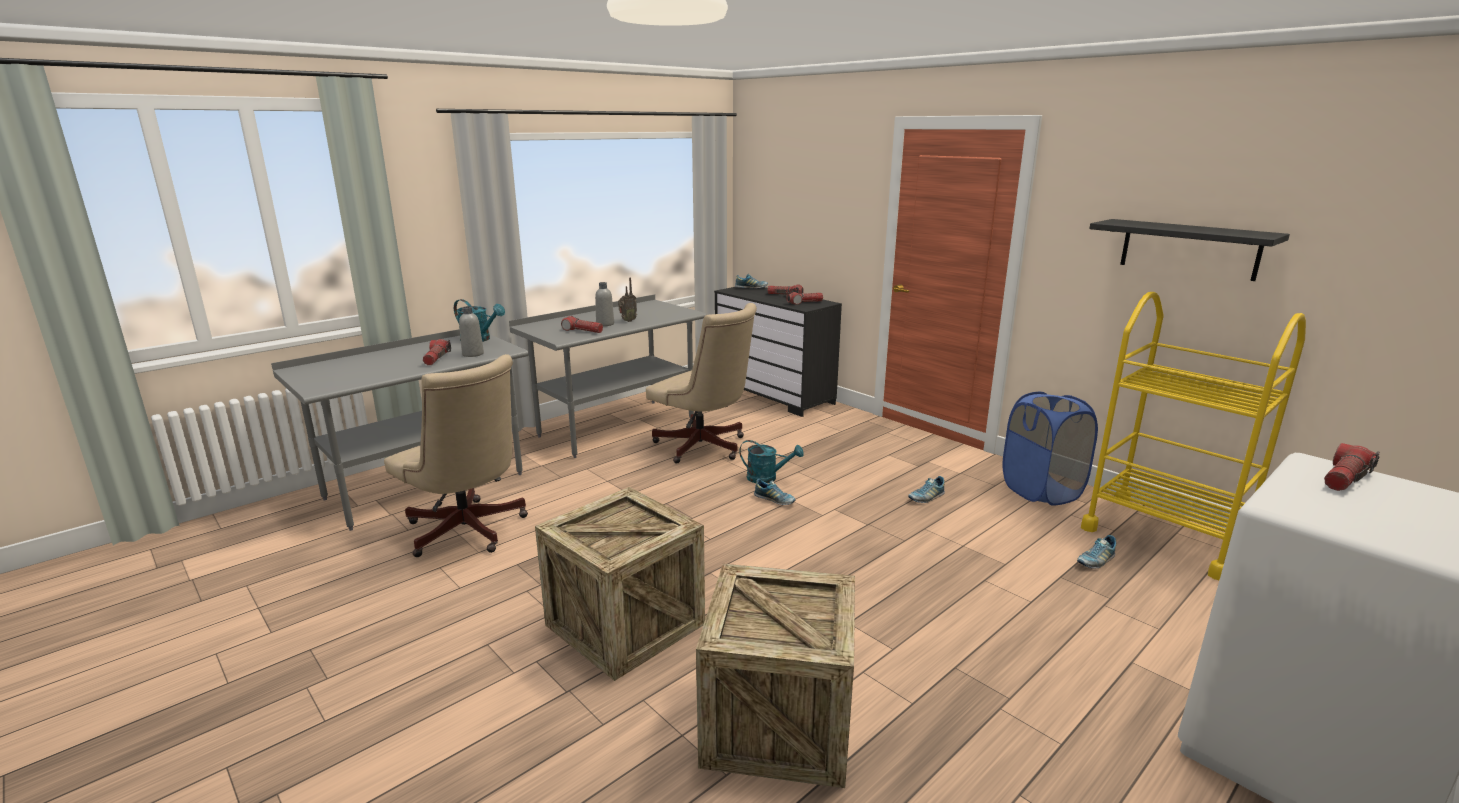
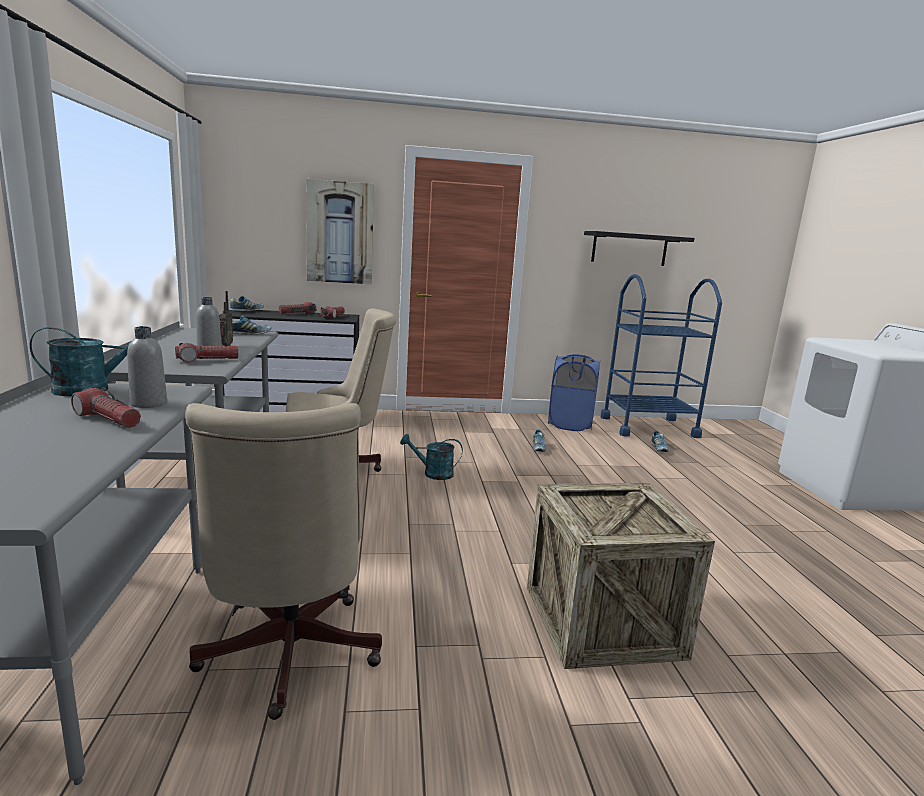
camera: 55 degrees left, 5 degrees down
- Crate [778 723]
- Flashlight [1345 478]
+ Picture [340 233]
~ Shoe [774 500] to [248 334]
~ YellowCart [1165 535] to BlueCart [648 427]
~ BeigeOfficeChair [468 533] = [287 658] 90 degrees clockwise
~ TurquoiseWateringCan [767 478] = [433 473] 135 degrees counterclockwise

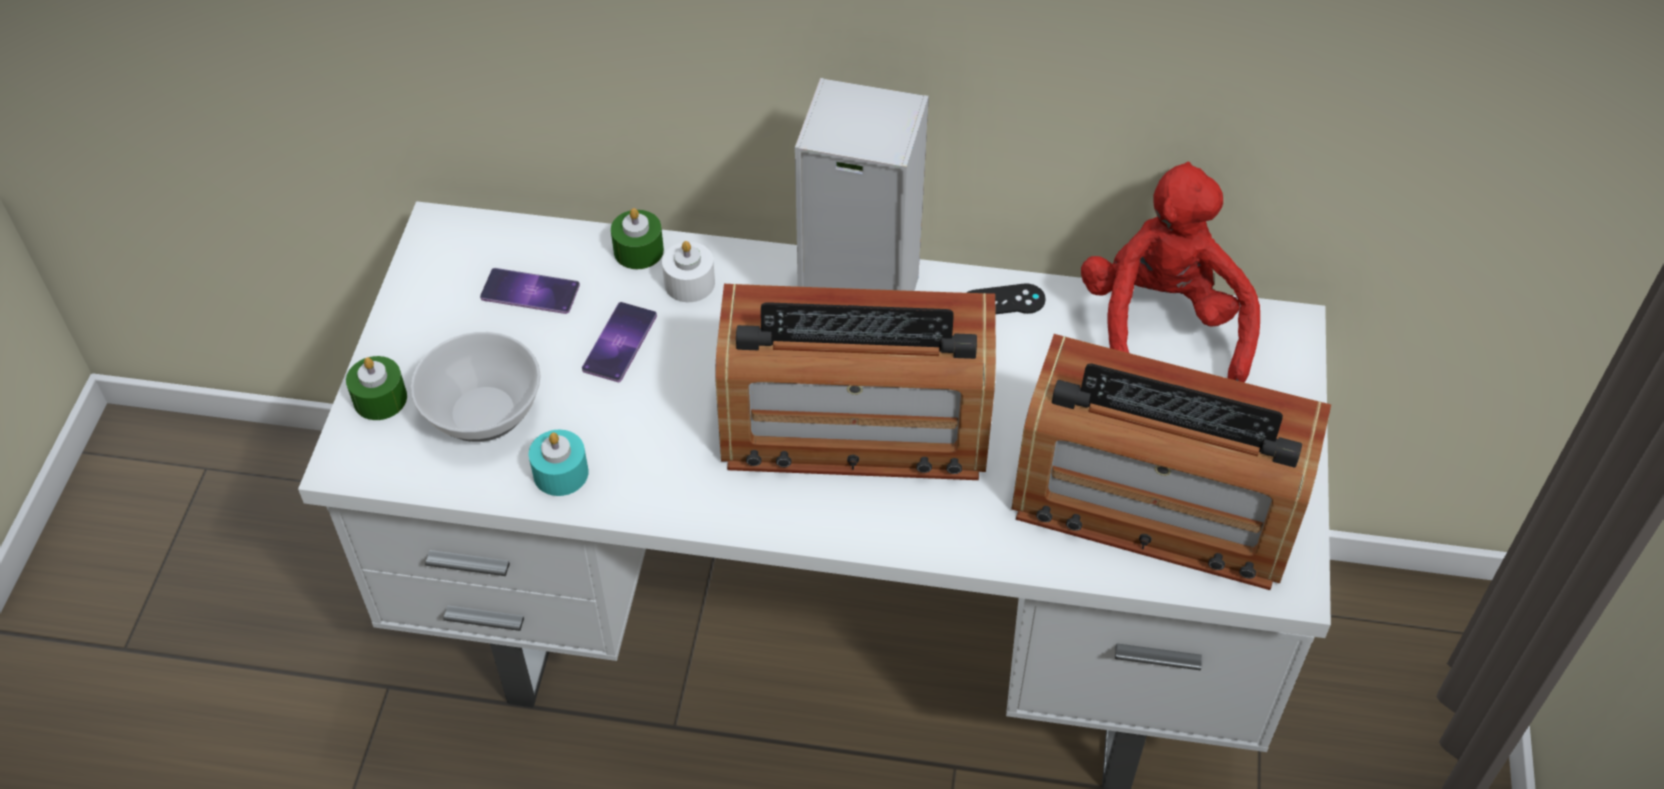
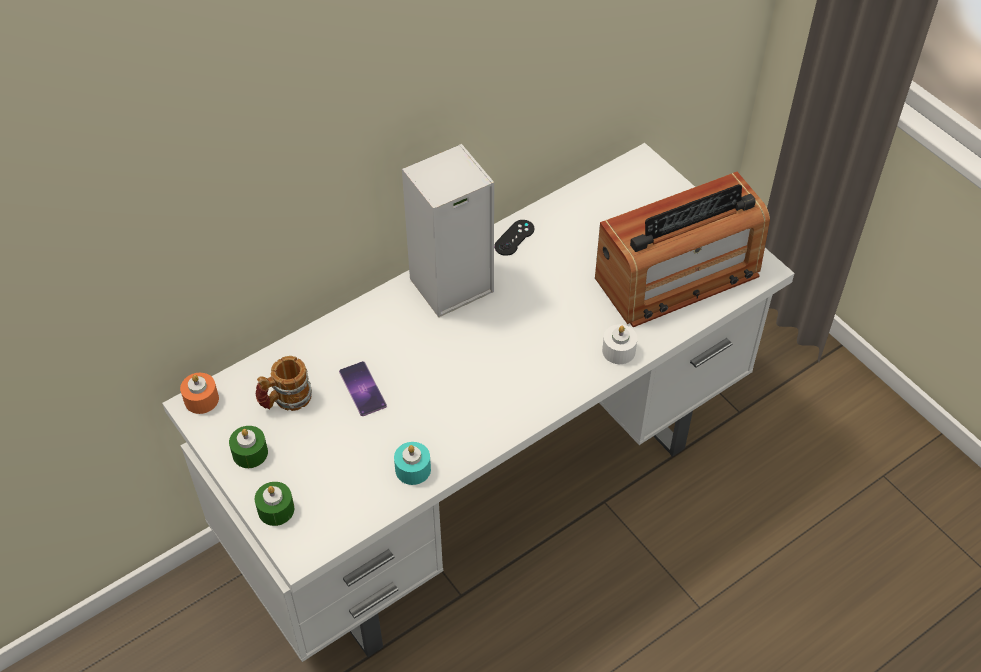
camera: 45 degrees left, 0 degrees up
- Bowl [484 411]
- Radio [855 425]
- RedPlushToy [1161 327]
+ OrangeCandle [201 399]
~ GreenCandle [638 250] to [250 453]
~ WhiteCandle [689 283] to [618 351]
~ Phone [530 291] to Mug [285 400]

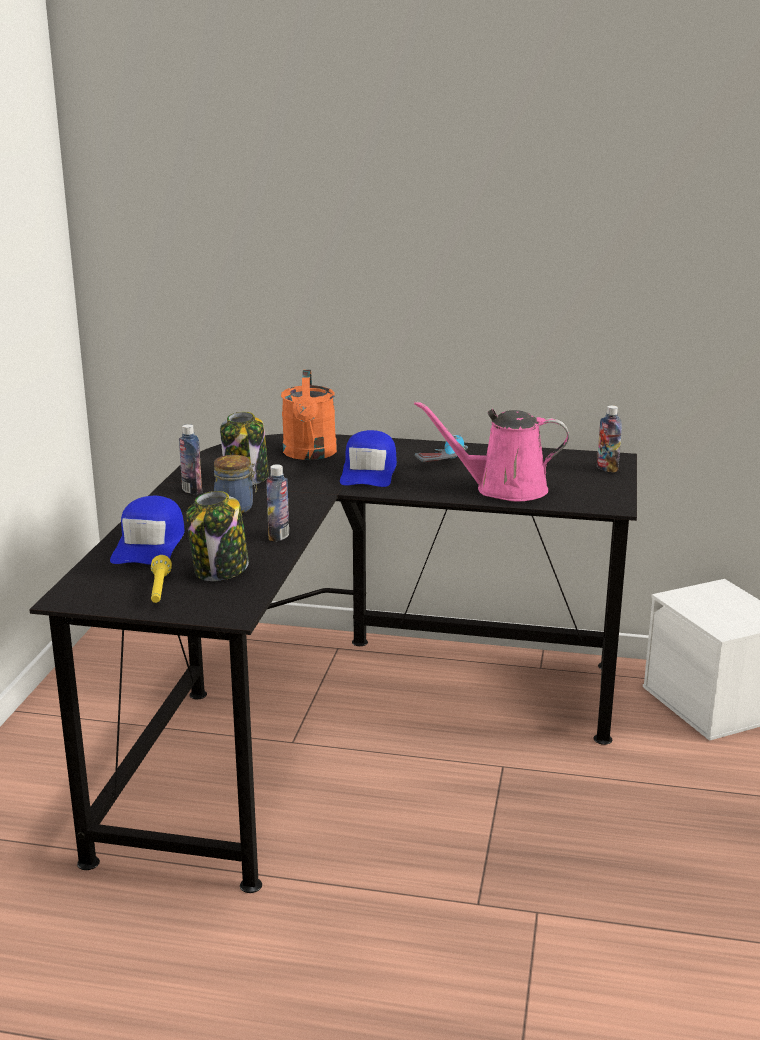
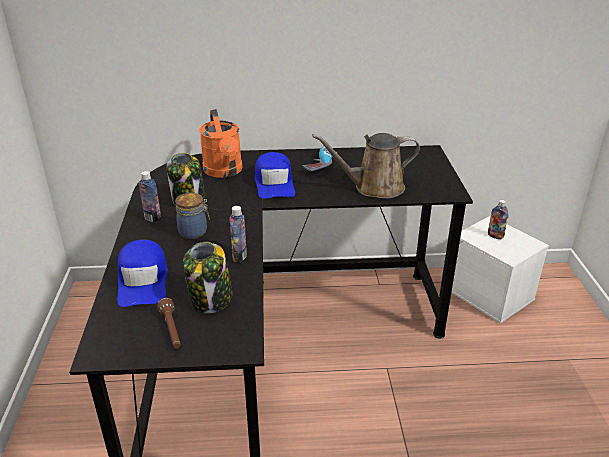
camera: 15 degrees left, 10 degrees up
~ Bottle [607 468] to [495 236]
~ YellowFlashlight [159 590] to BrownFlashlight [171 330]
~ PinkWateringCan [503 489] to BrownWateringCan [374 188]

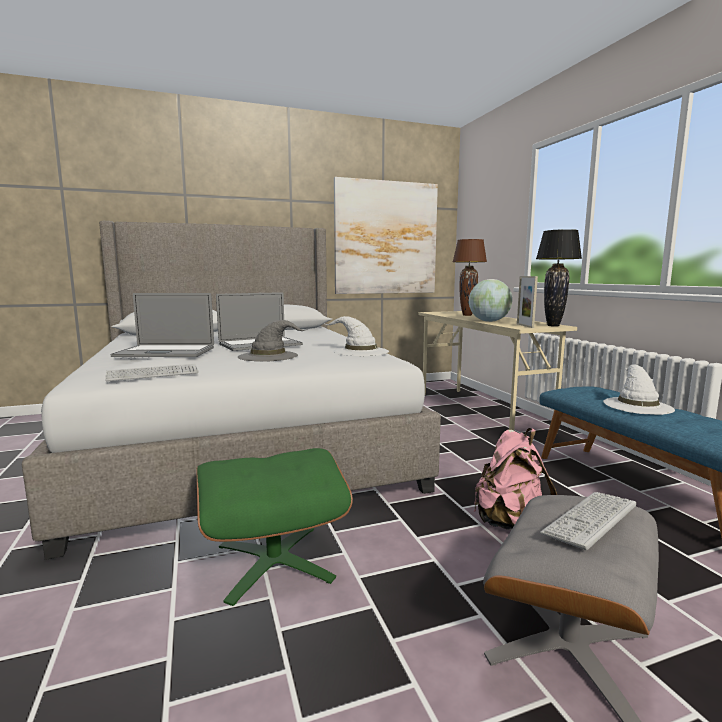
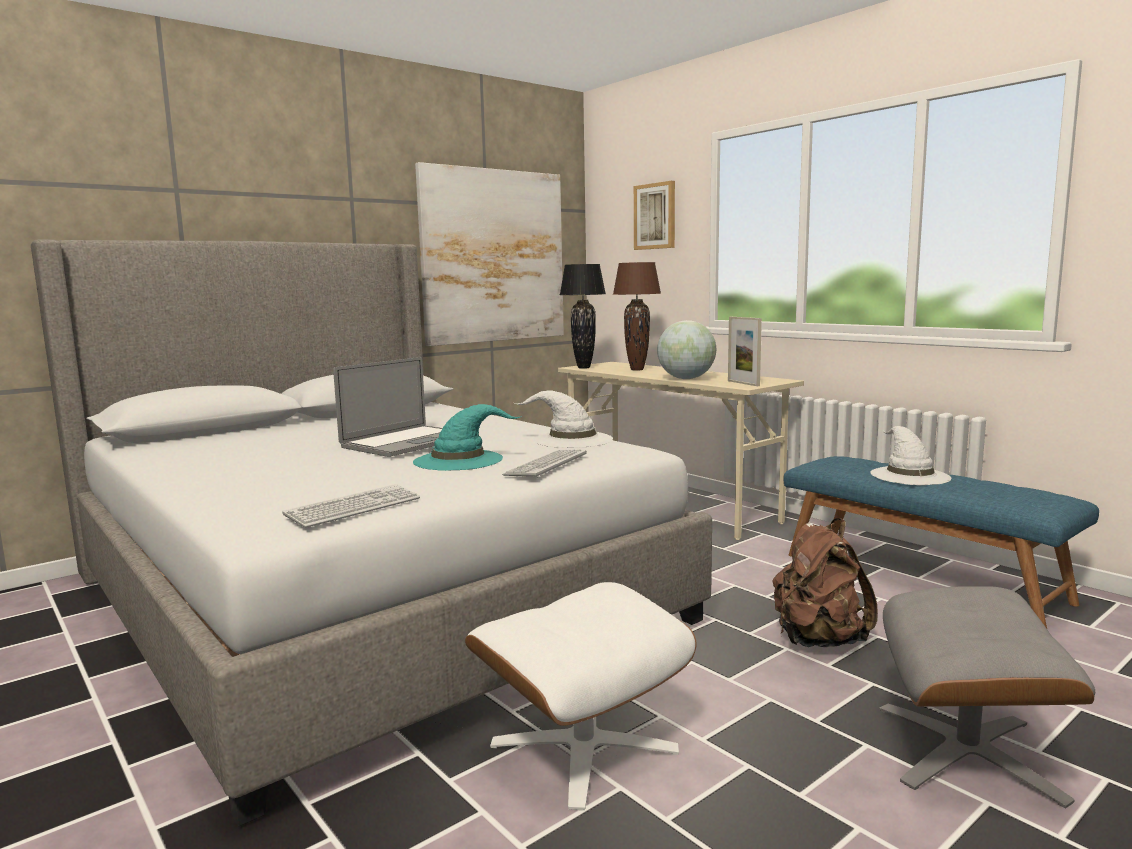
camera: 20 degrees left, 0 degrees up
- Laptop [165 352]
+ Picture [655 216]
~ BlackTableLamp [553 326] to [584 368]
~ Keyboard [590 520] to [546 465]
~ GreenOttoman [274 561] to WhiteOttoman [583 746]
~ GreyHat [269 356] to TurquoiseHat [460 460]
~ PinkBackpack [510 523] to BrownBackpack [818 640]

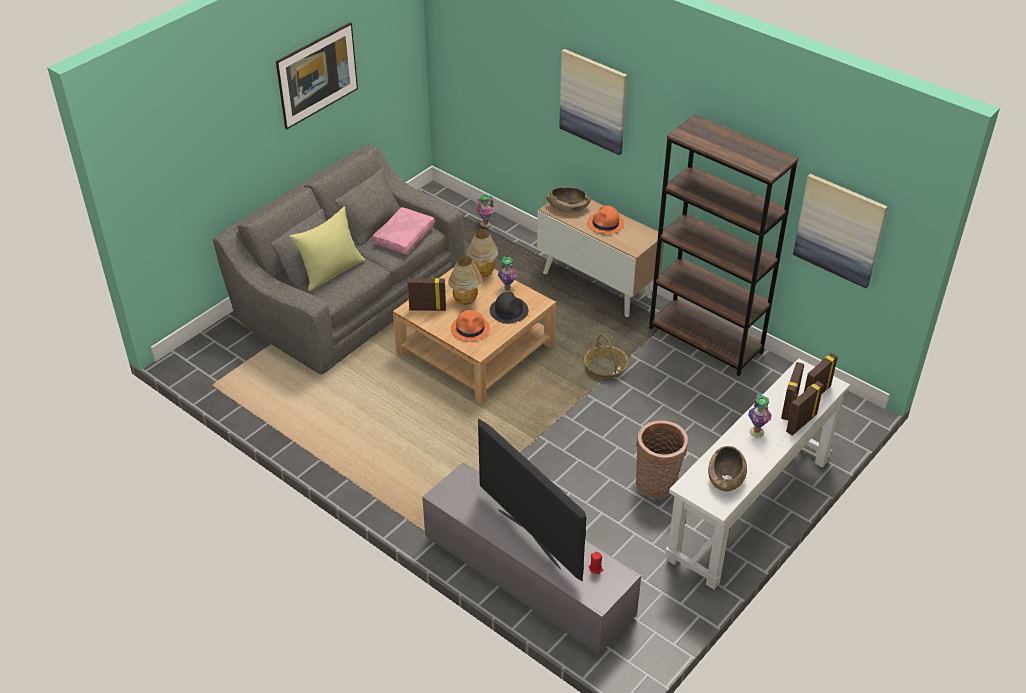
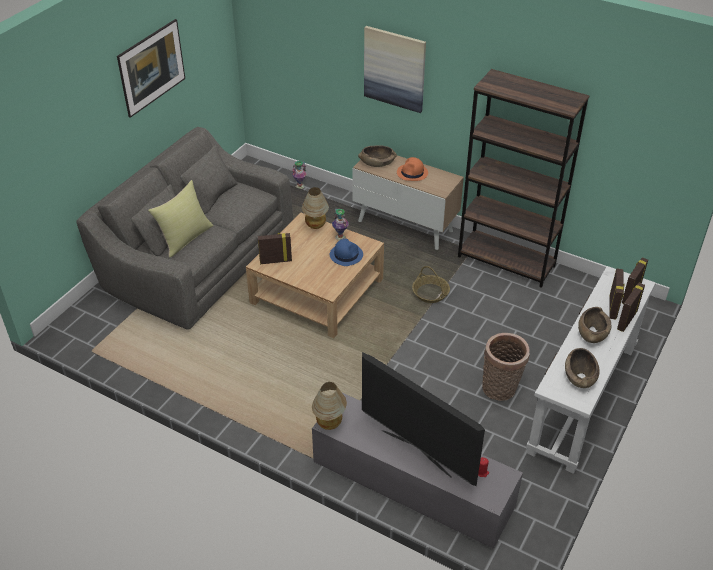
camera: 10 degrees left, 0 degrees up
- PinkPillow [403 236]
- OrangeHat [470 329]
- Picture [839 230]
~ TableLamp [465 301] to [329 424]
~ Vase [756 432] to BrownBowl [592 332]
~ BlackHat [509 310] to BlueHat [346 255]

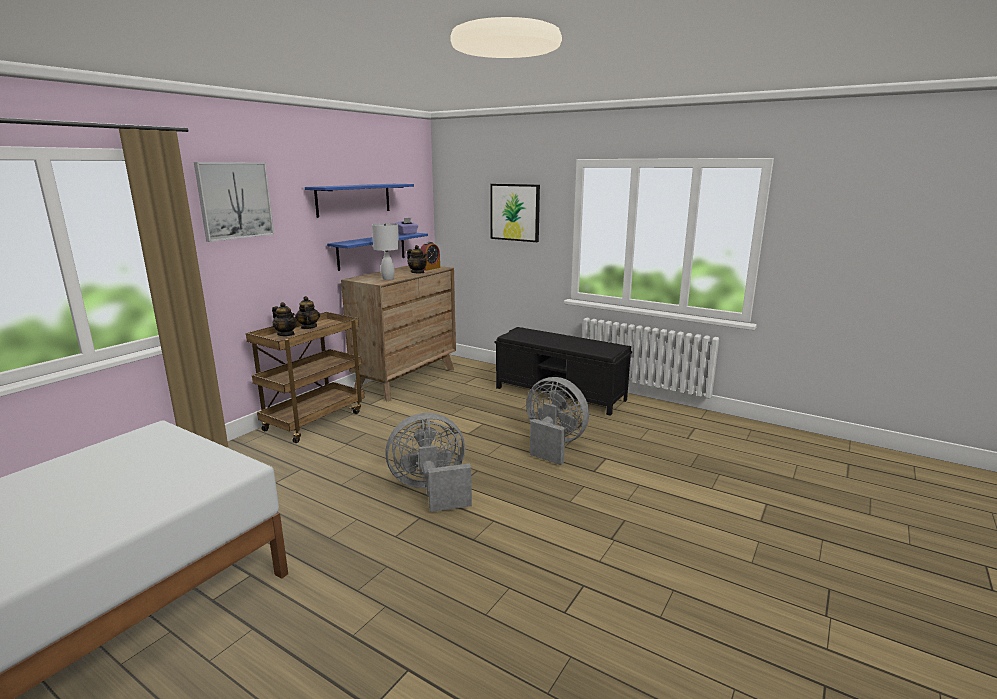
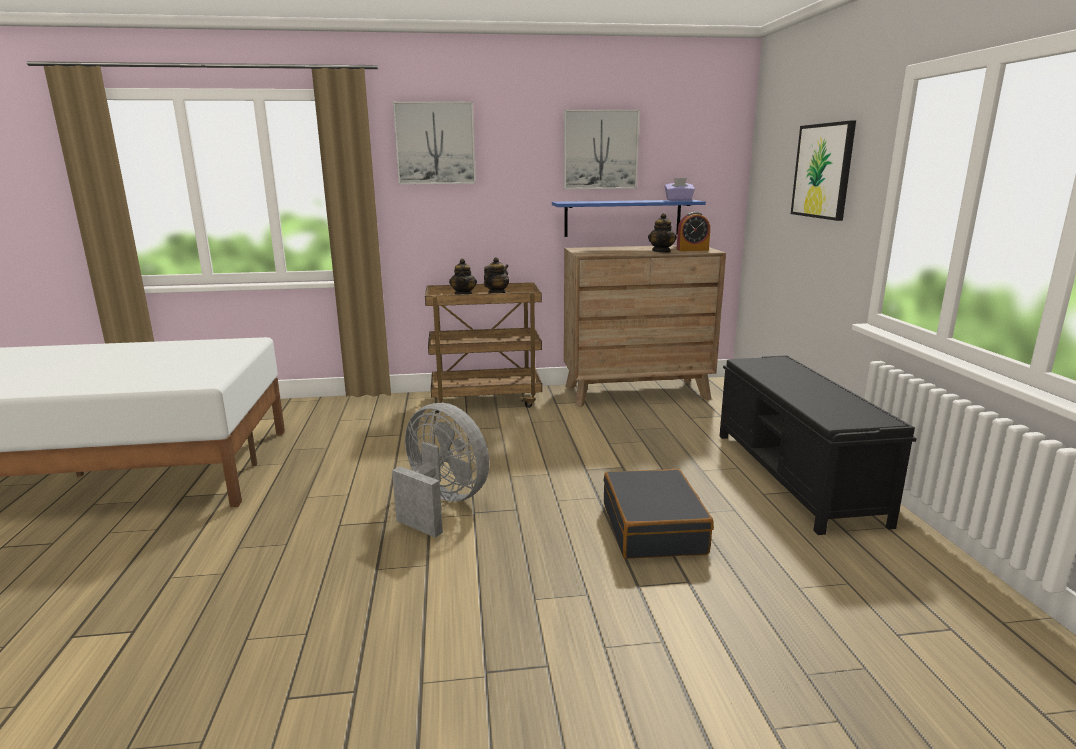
camera: 50 degrees right, 0 degrees up
- WhiteTableLamp [388 278]
~ BlueShelf [354 199] to Picture [600 150]
~ GreyFan [553 444] to BlackSuitcase [654 528]

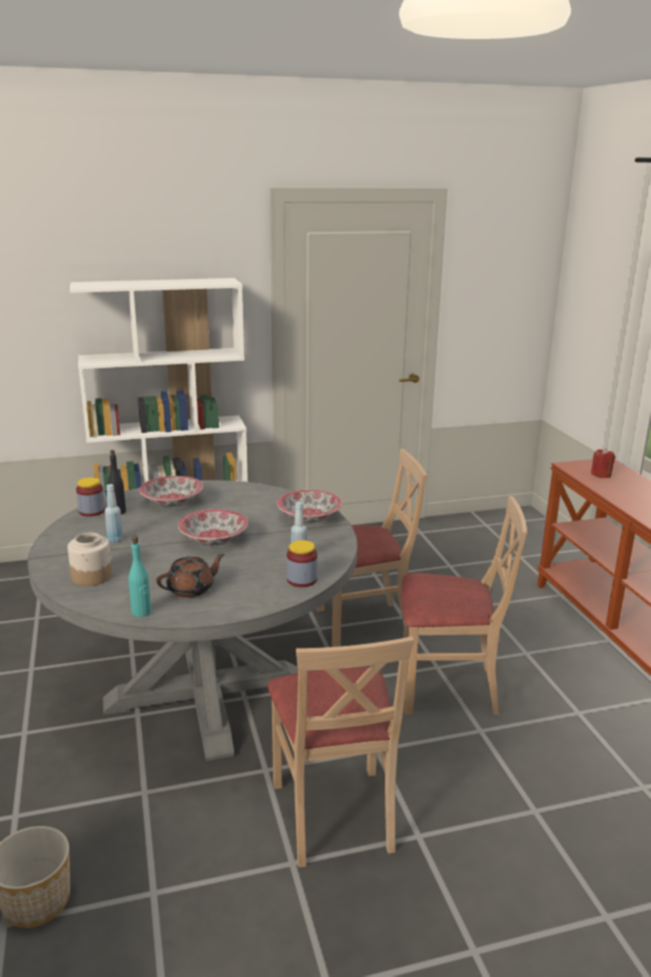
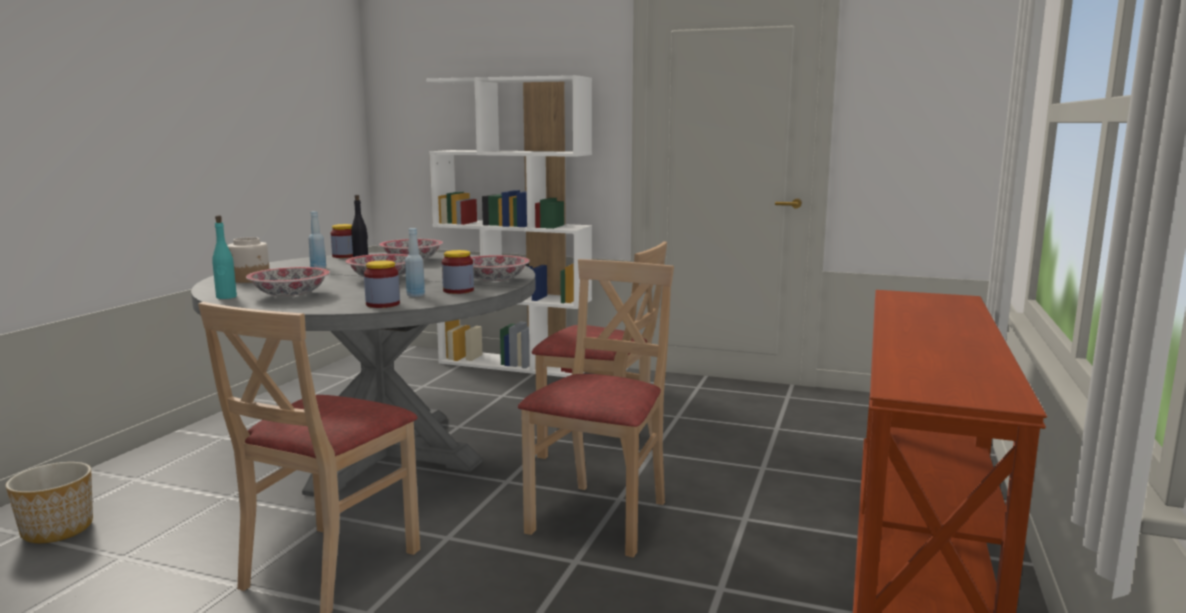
camera: 35 degrees right, 10 degrees down
- RedCandle [601 475]
+ Jar [458 290]
~ BrownTeapot [191 589] to Bowl [291 294]
~ BeigeChair [448 688] = [601 518] 105 degrees counterclockwise

